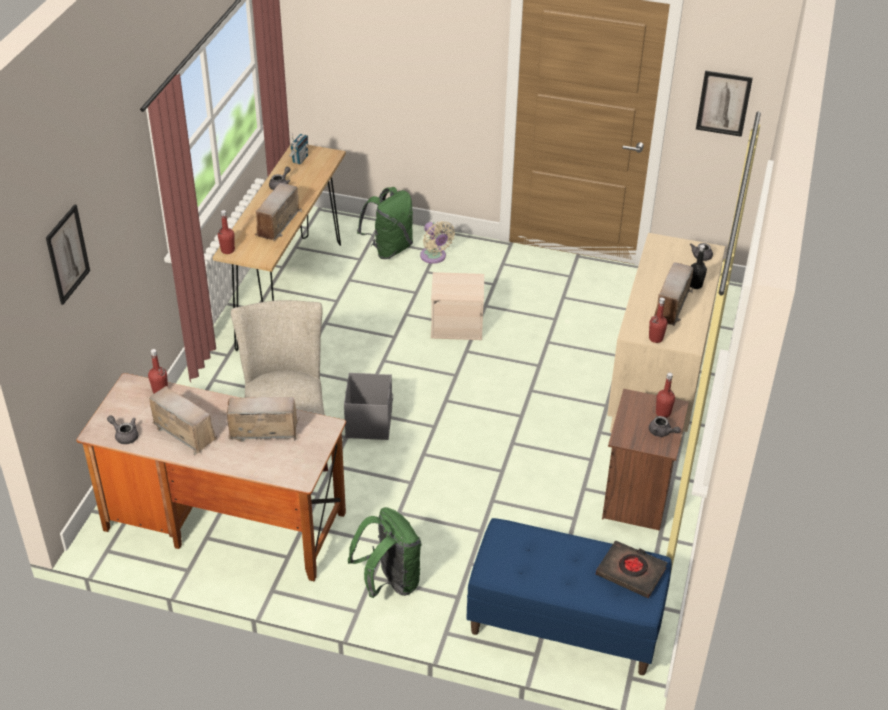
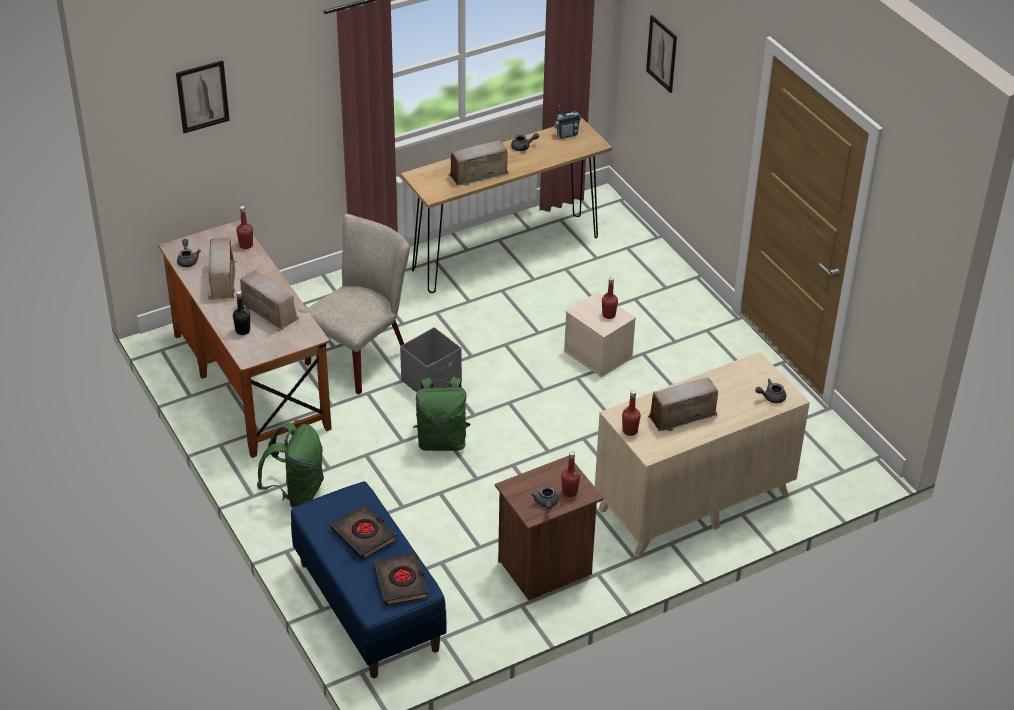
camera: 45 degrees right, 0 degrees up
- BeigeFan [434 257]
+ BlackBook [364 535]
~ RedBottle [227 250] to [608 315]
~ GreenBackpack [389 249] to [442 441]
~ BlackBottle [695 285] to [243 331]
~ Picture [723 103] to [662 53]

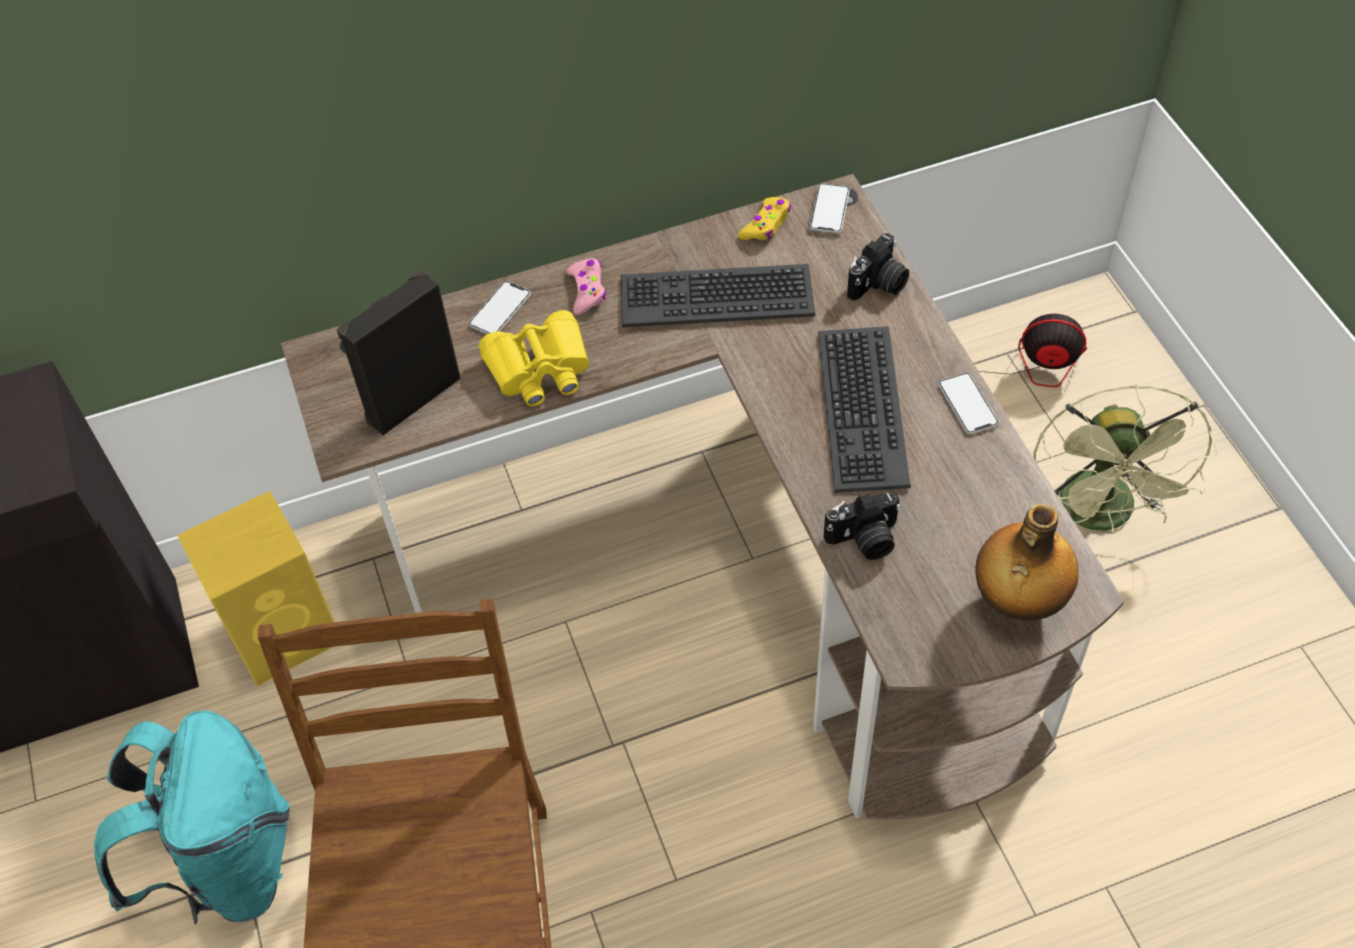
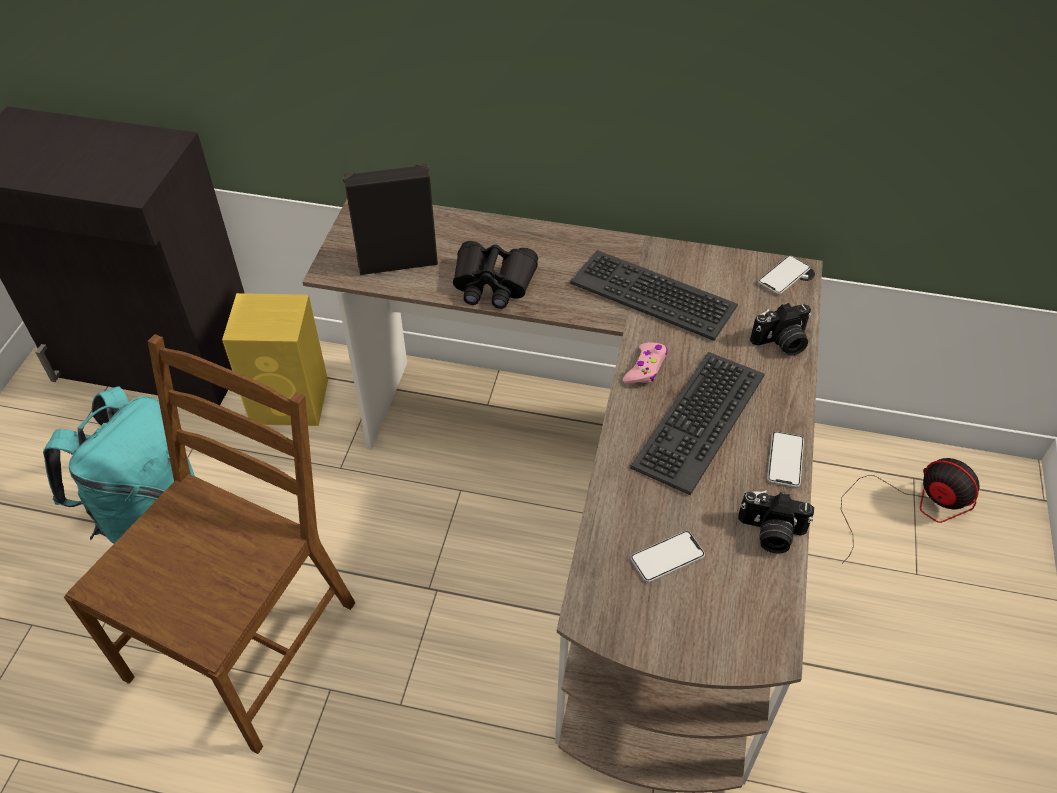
camera: 30 degrees right, 5 degrees down
- YellowGameController [766 225]
- Bottle [1017 600]
- GreenFan [1102 516]
~ Phone [500 310] to [667 557]
~ PinkGameController [587 290] to [645 368]
~ PhotoCamera [864 540] to [770 533]
~ YellowBinoculars [539 369] to BlackBinoculars [493 283]

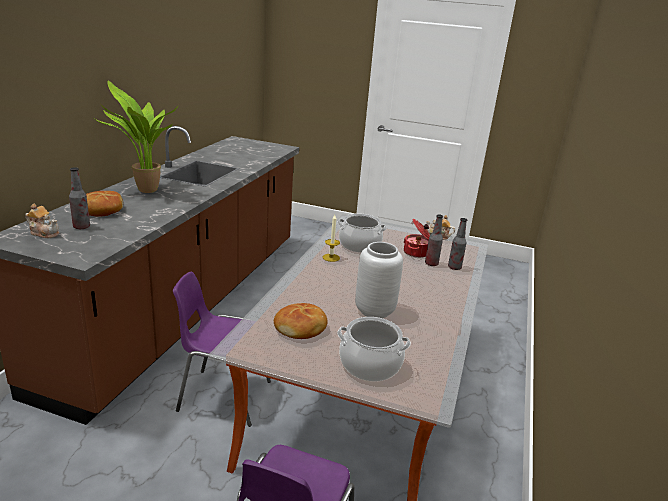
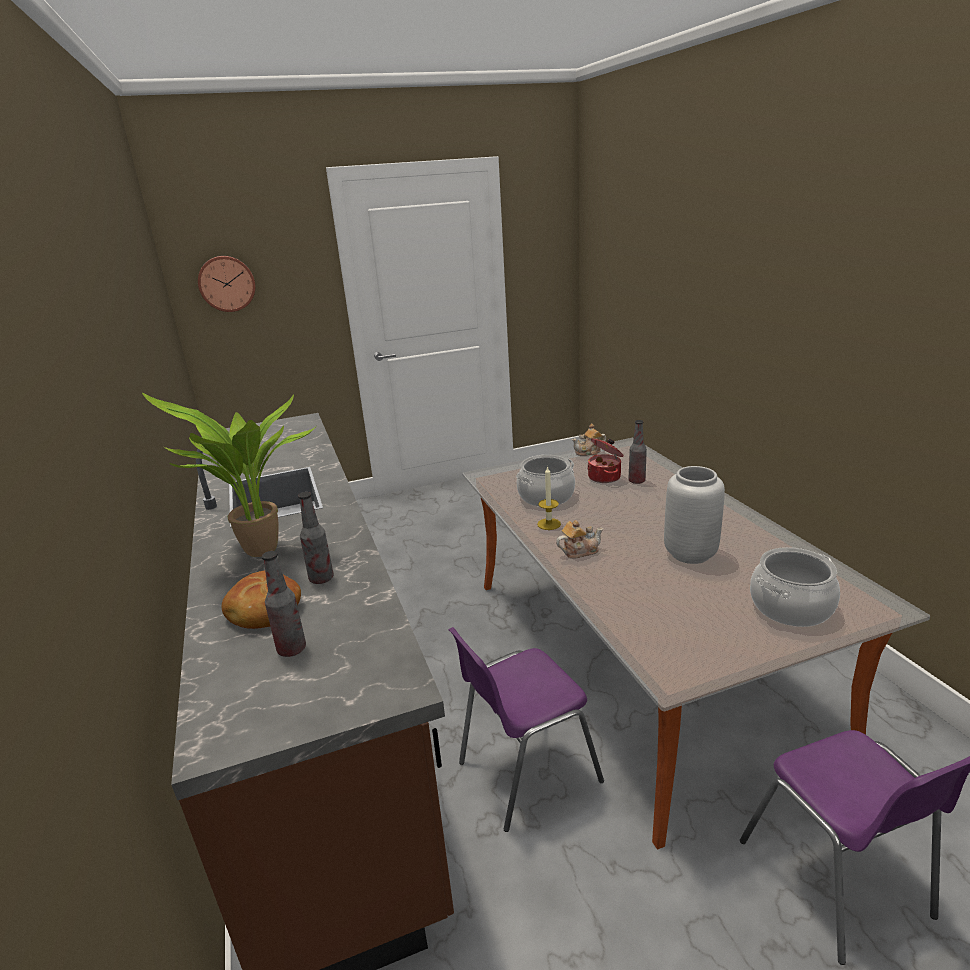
camera: 35 degrees left, 0 degrees up
- Bread [301 328]
+ WallClock [226 283]
~ Teapot [44 233] to [579 551]
~ Bottle [454 267] to [321 579]

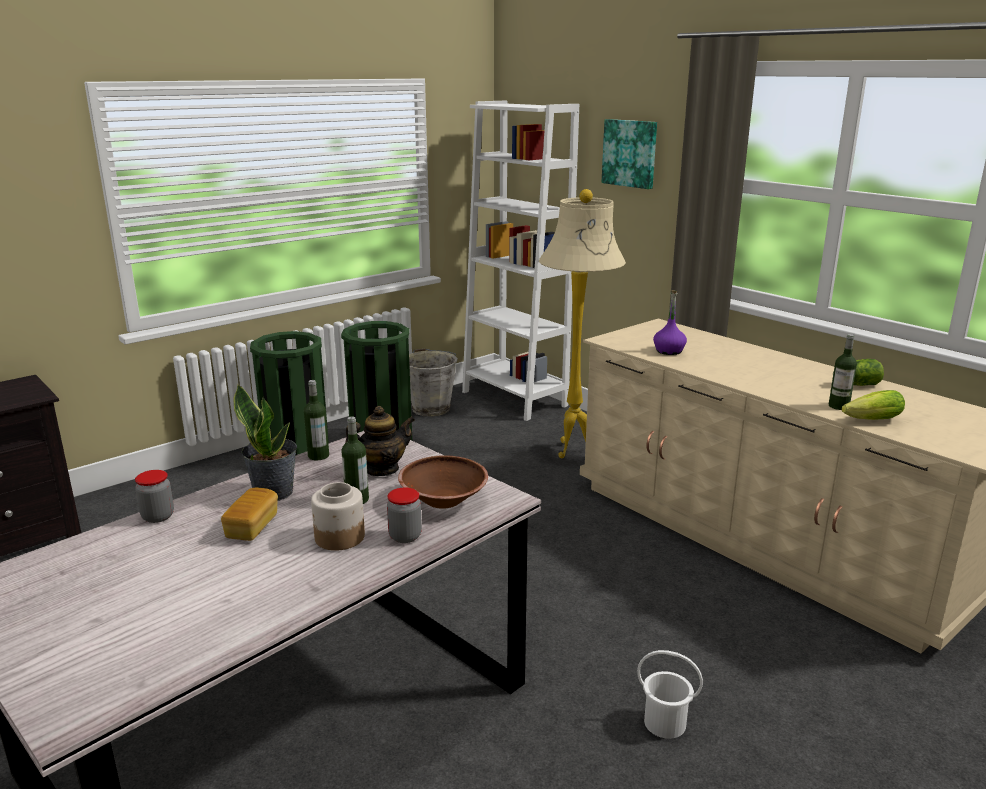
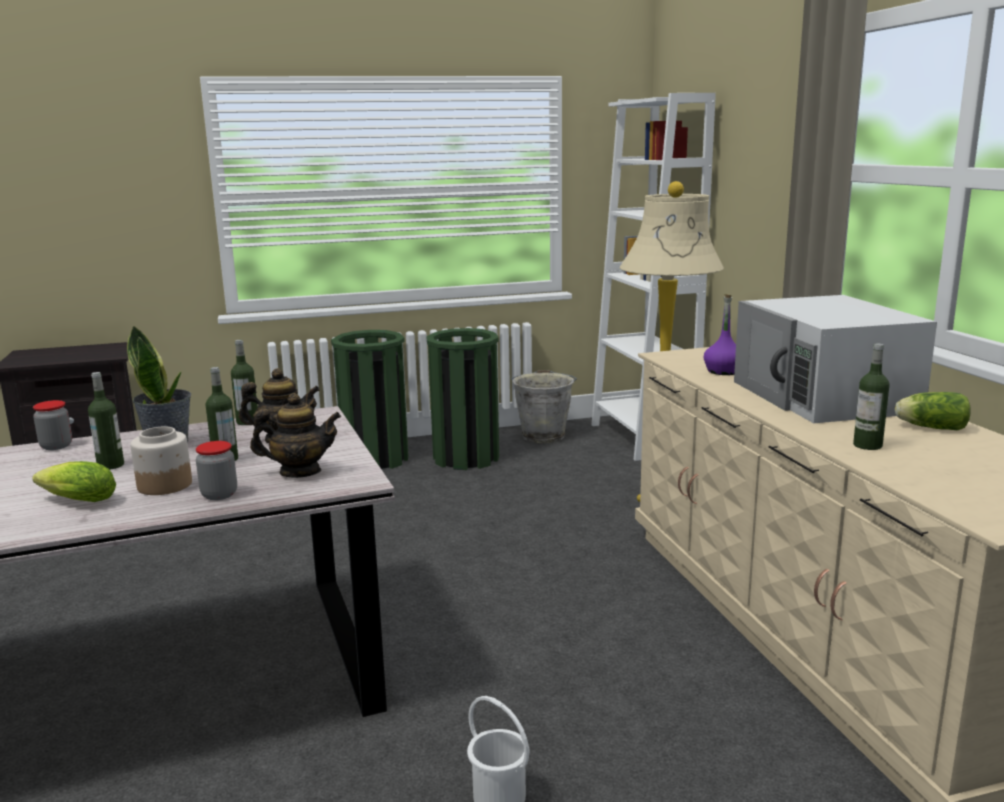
camera: 25 degrees right, 5 degrees down
- Picture [630 153]
+ WhiteMicrowave [824 396]
~ Lettuce [869 420] to [75 501]
~ Bread [252 527] to Bottle [110 465]
~ BrownBowl [443 500] to Teapot [300 472]

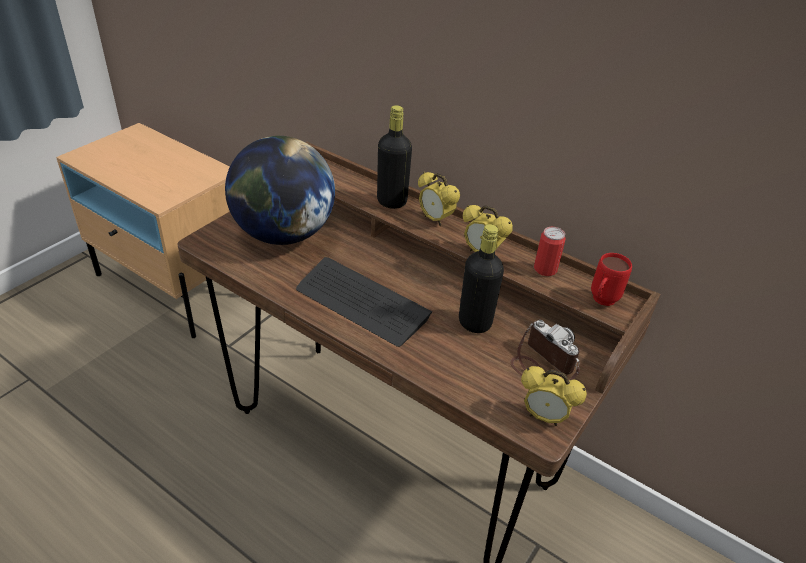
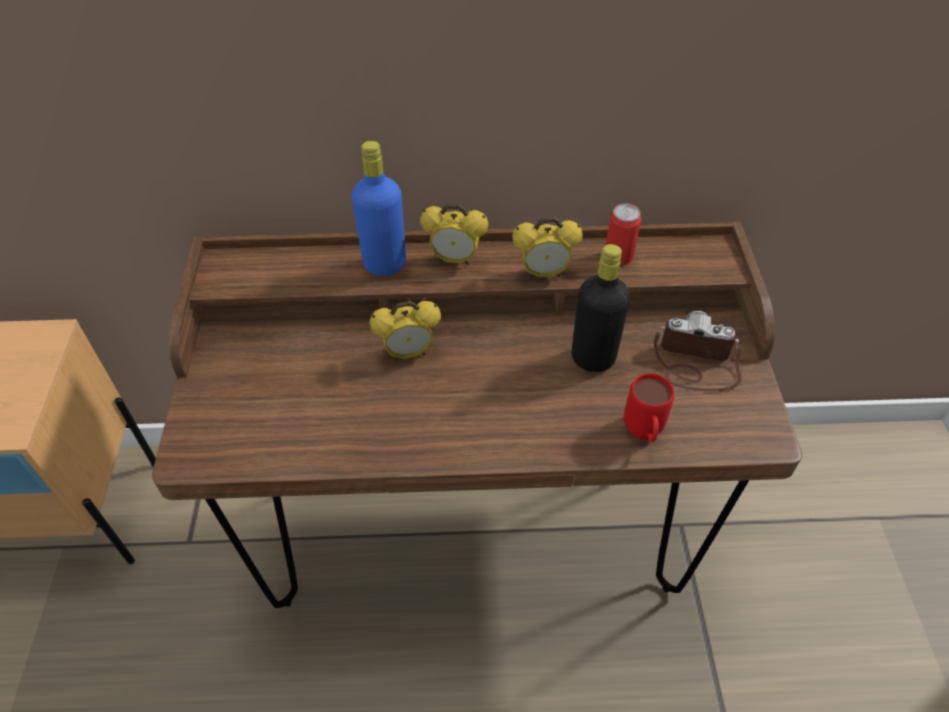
camera: 35 degrees left, 10 degrees up
- Globe [283 234]
- Keyboard [362 303]
~ AlarmClock [544 417] to [409 353]
~ RedMug [601 302] to [643 435]
~ BlackBottle [392 201] to BlueBottle [385 264]

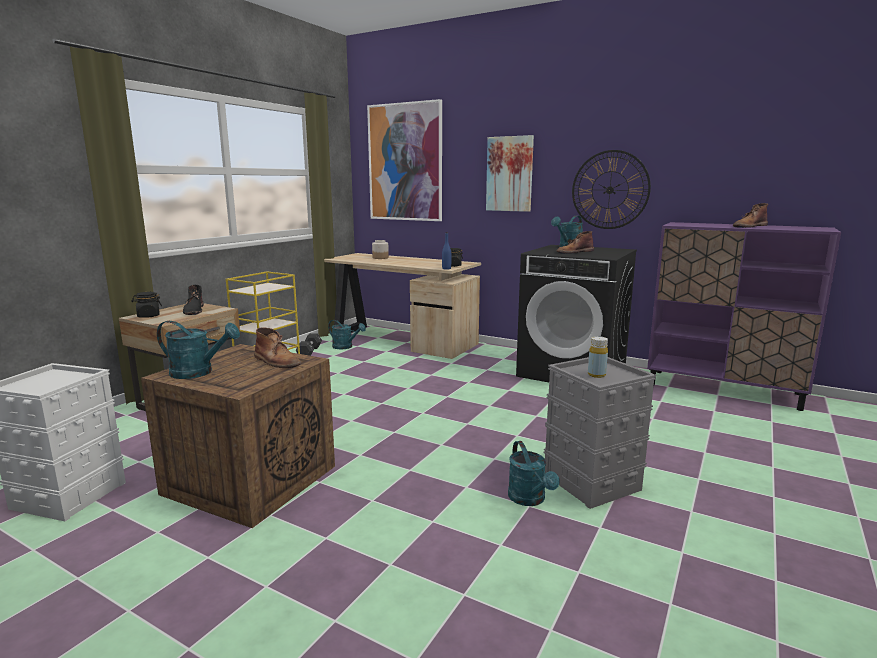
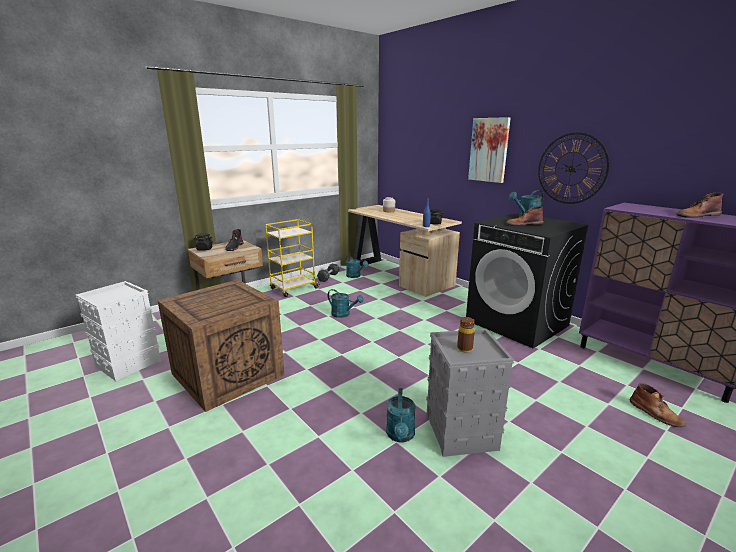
camera: 20 degrees right, 5 degrees up
- Picture [405 162]
~ TurquoiseWateringCan [198 373] to [343 314]
~ BrownBoot [277 361] to [656 414]
~ YellowBottle [596 375] to BrownBottle [464 349]

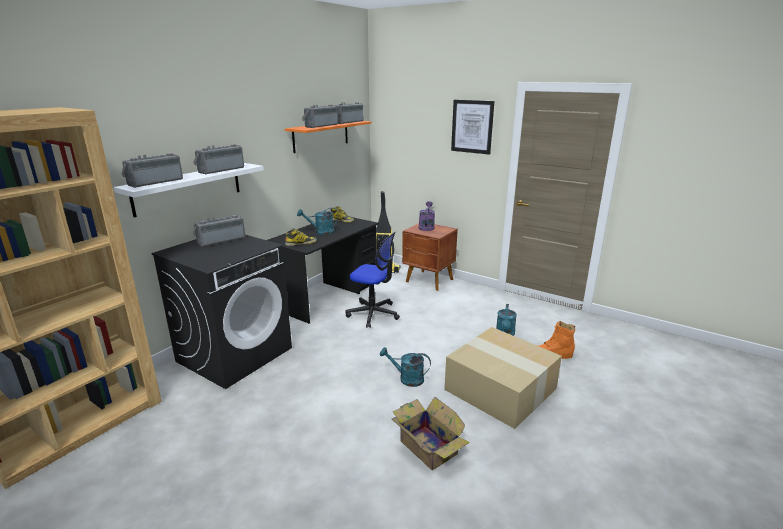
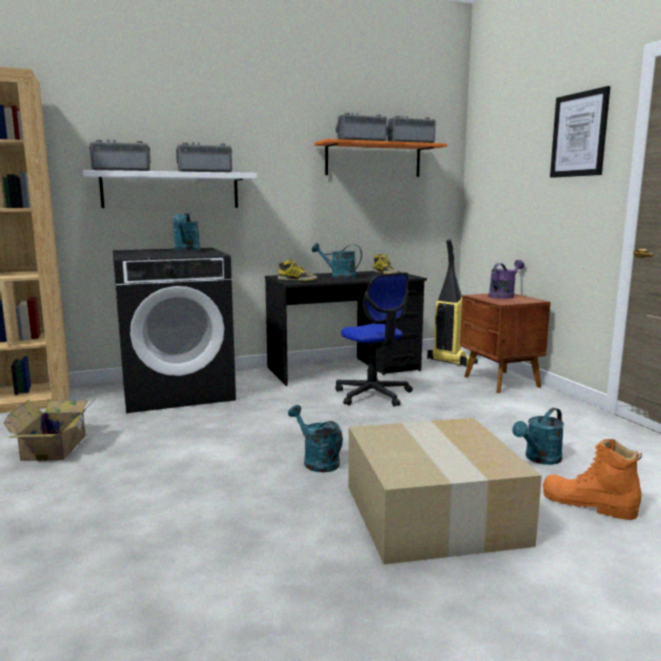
camera: 35 degrees right, 10 degrees down
~ CardboardBox [427 445] to [56 446]
~ Radio [221 240] to TurquoiseWateringCan [186 250]

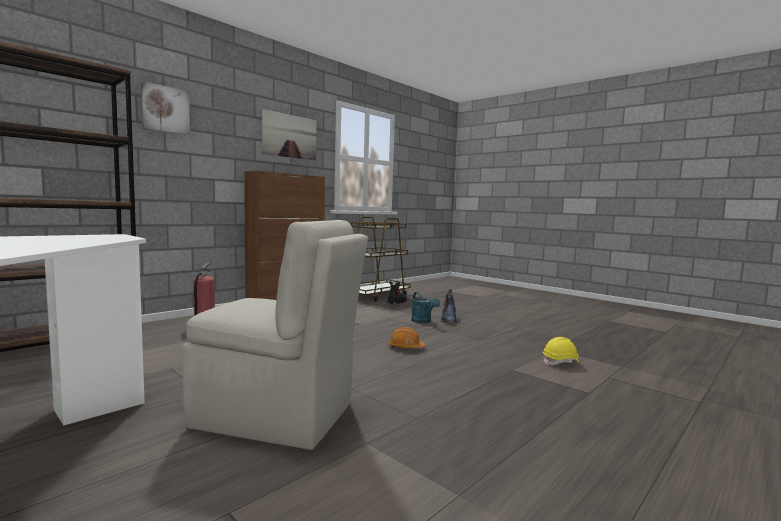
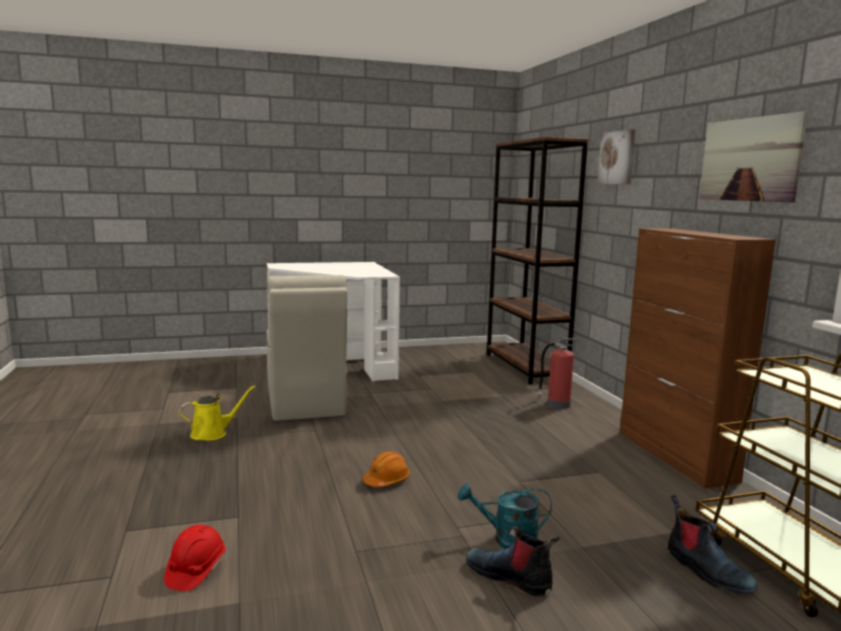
camera: 120 degrees right, 5 degrees up
+ YellowWateringCan [212 433]
~ YellowHardHat [561 362] to RedHardHat [195 570]
~ BeigeChair [277 416] = [305 404] 60 degrees counterclockwise

